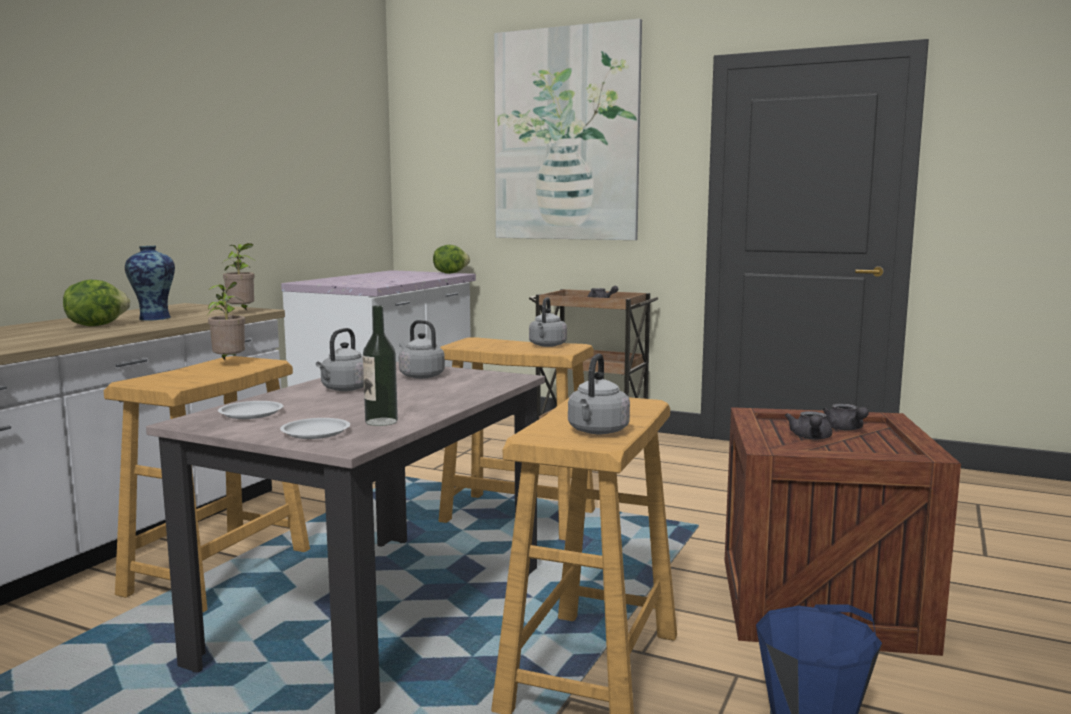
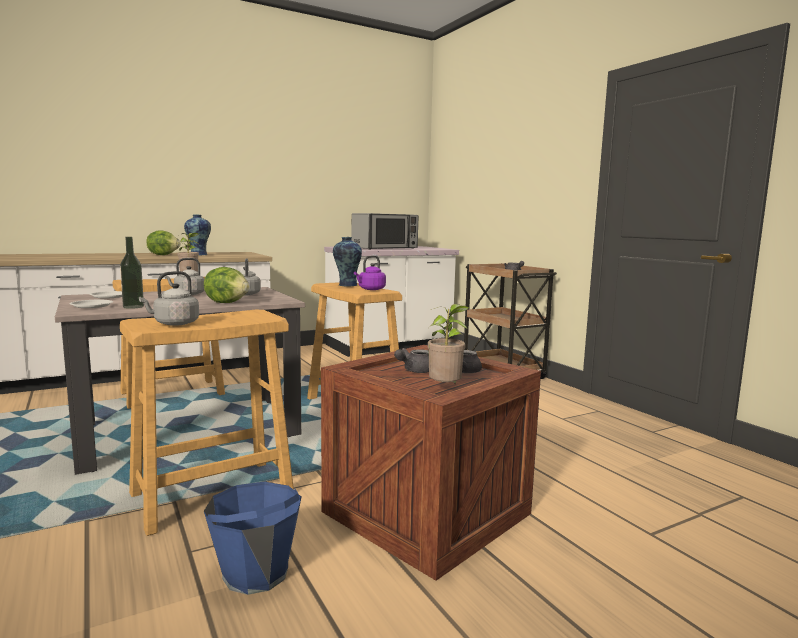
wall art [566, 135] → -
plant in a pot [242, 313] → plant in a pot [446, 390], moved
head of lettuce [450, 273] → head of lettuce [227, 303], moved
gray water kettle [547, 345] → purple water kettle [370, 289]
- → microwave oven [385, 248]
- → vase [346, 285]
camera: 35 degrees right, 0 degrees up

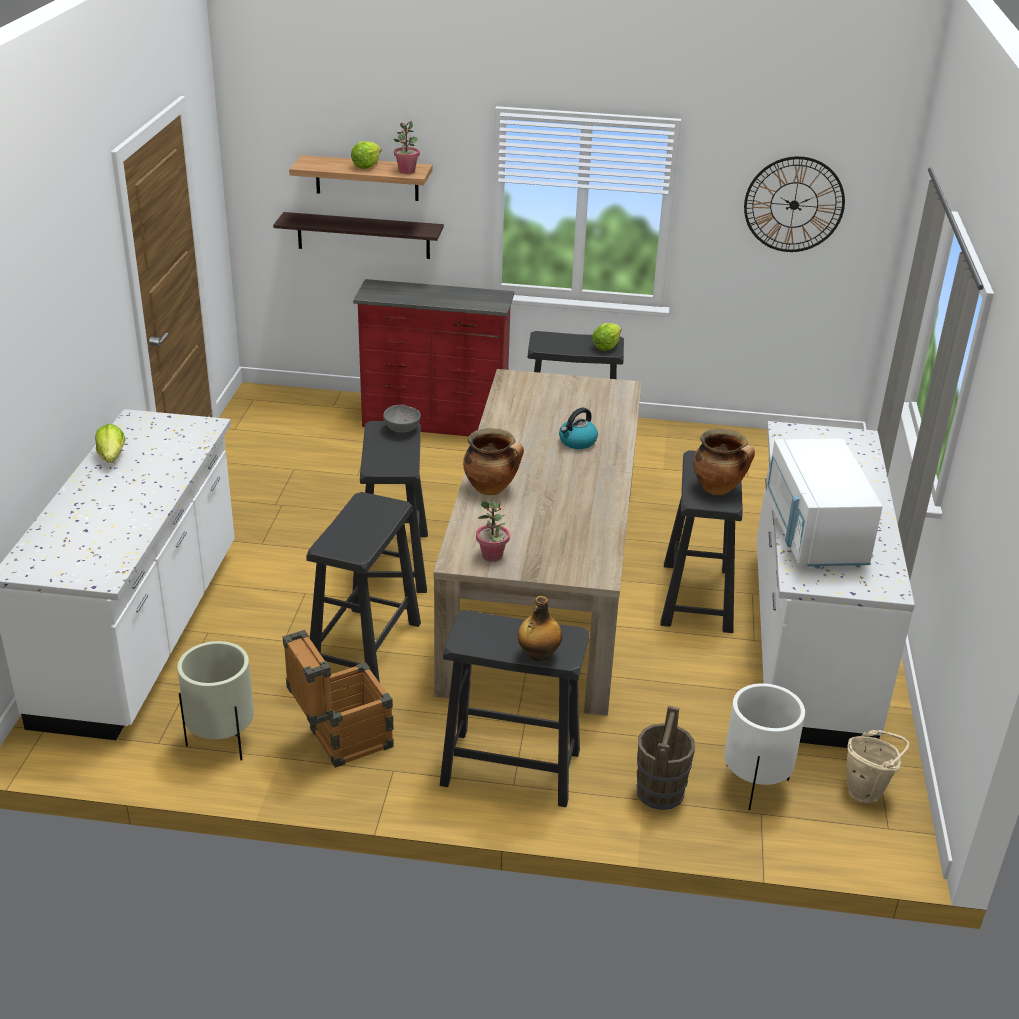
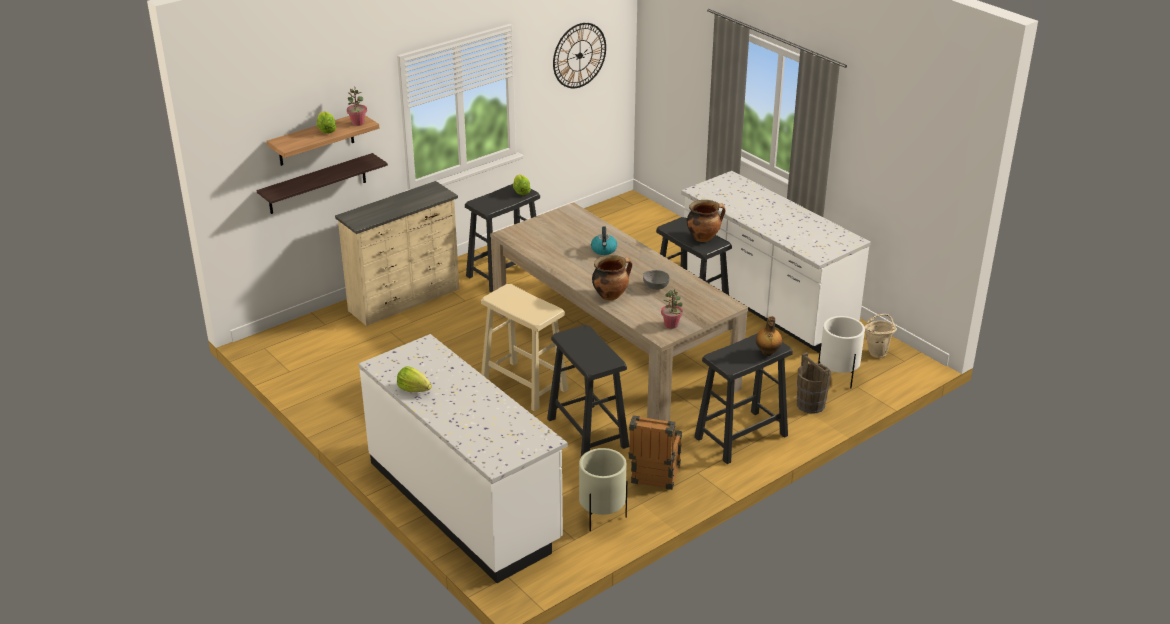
red chest of drawers [435, 423] → beige chest of drawers [406, 300]
gray serving bowl [402, 429] → gray serving bowl [655, 286], moved
black-coloured stool [393, 562] → beige stool [524, 385]
whitish microwave oven [814, 534] → -
camera: 45 degrees left, 0 degrees up

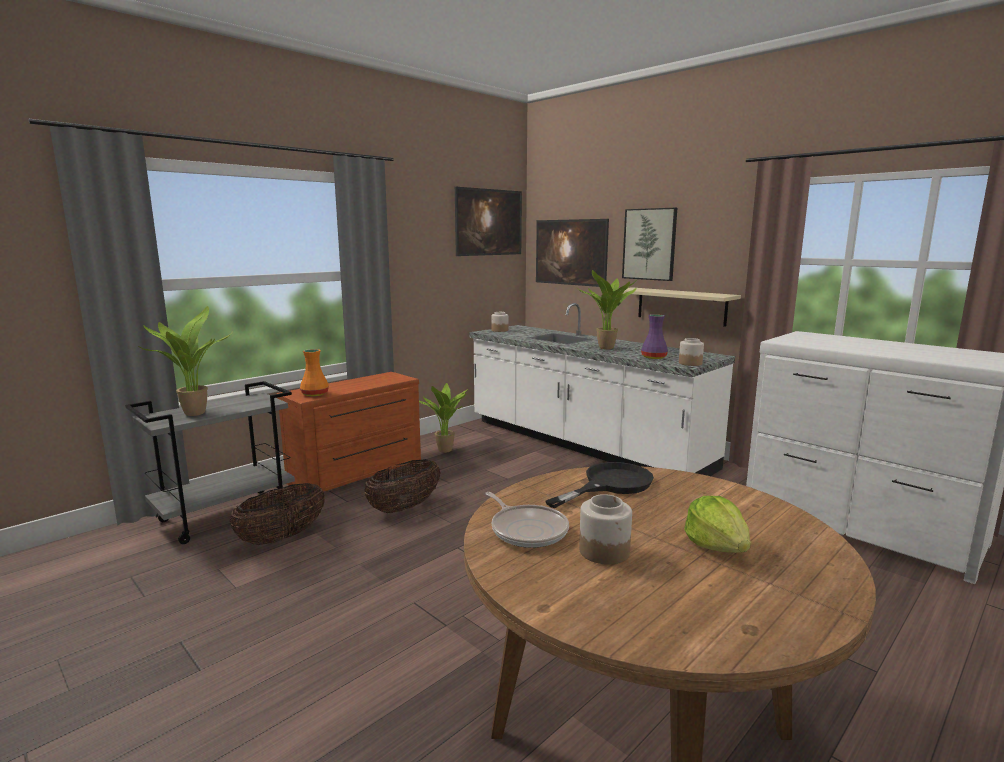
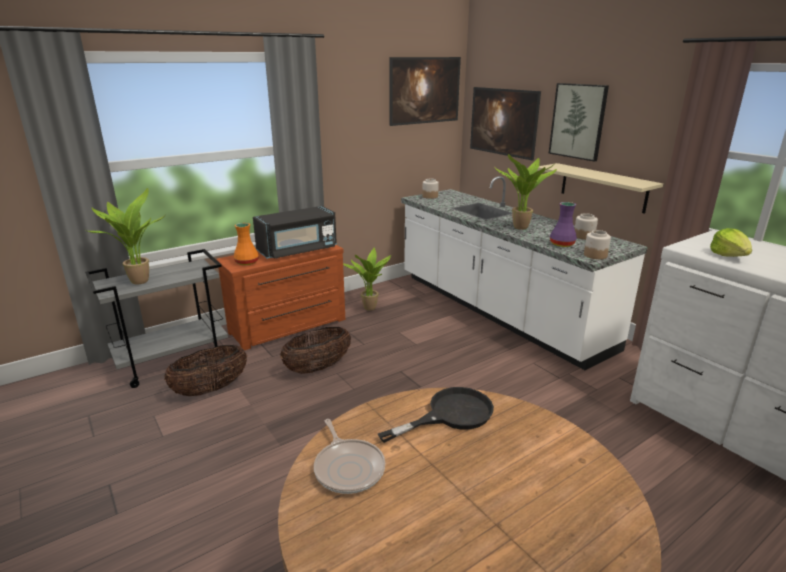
preserve jar [604, 551] → preserve jar [584, 236], moved
head of lettuce [717, 545] → head of lettuce [729, 255], moved
- → black-coloured microwave oven [298, 250]
camera: 10 degrees right, 10 degrees up

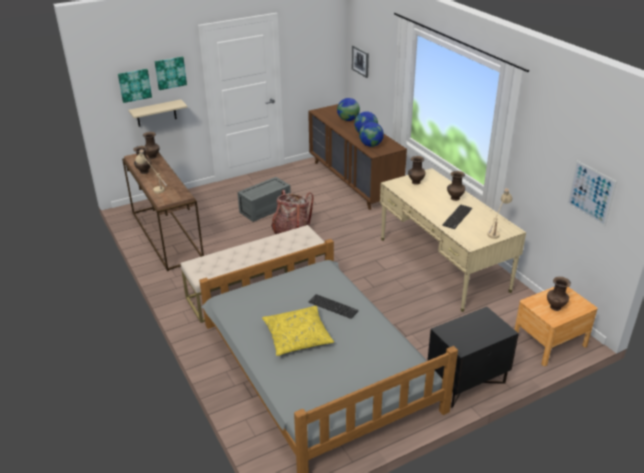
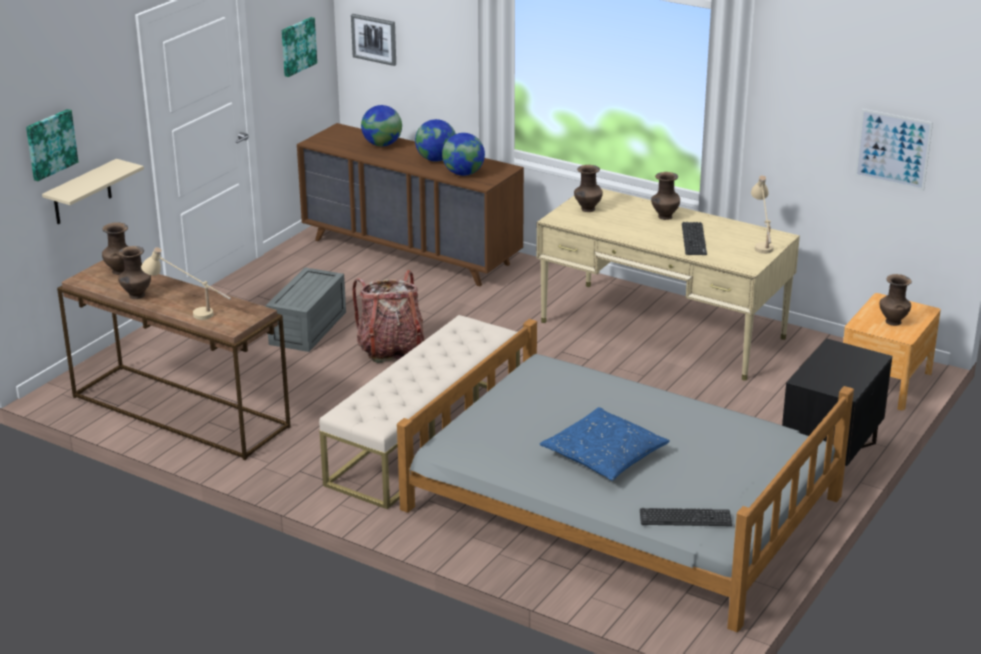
wall art [170, 72] → wall art [297, 46], moved
keyboard [333, 306] → keyboard [685, 518], moved
yellowish throw pillow [297, 336] → blue throw pillow [604, 455]
camera: 30 degrees left, 5 degrees down

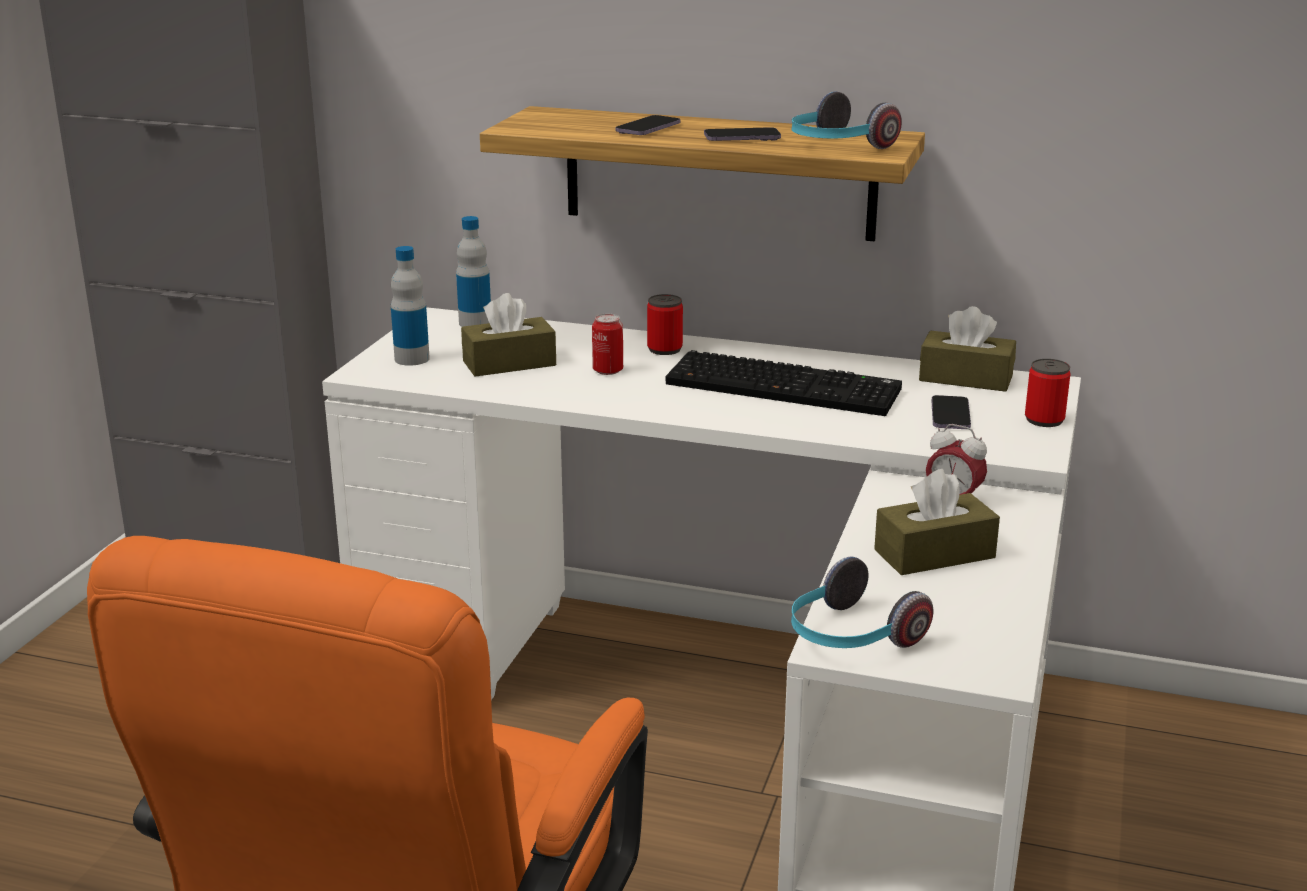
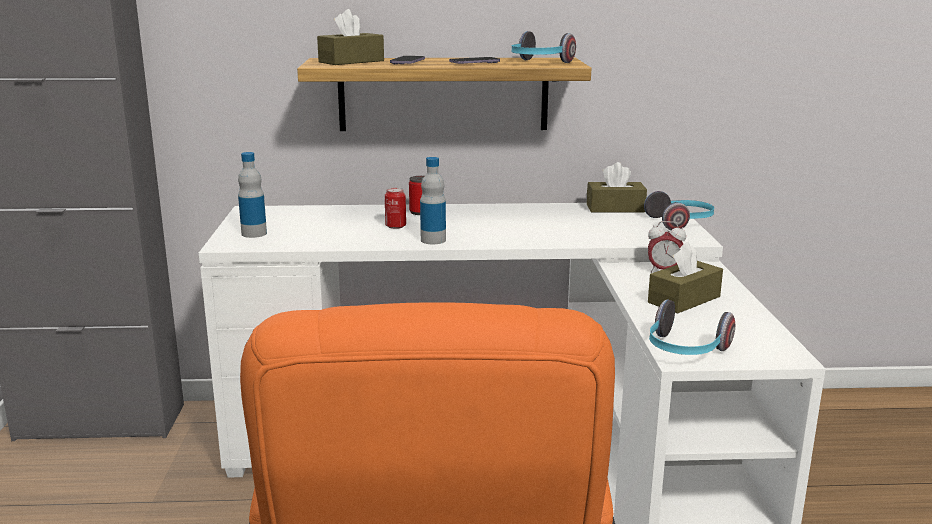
beverage bottle [475, 323] → beverage bottle [433, 240], moved
brownish tissue box [509, 363] → brownish tissue box [351, 61], moved
keyboard [786, 386] → -
can [1044, 420] → headphones [681, 223]
phone [950, 415] → -
camera: 20 degrees left, 5 degrees down

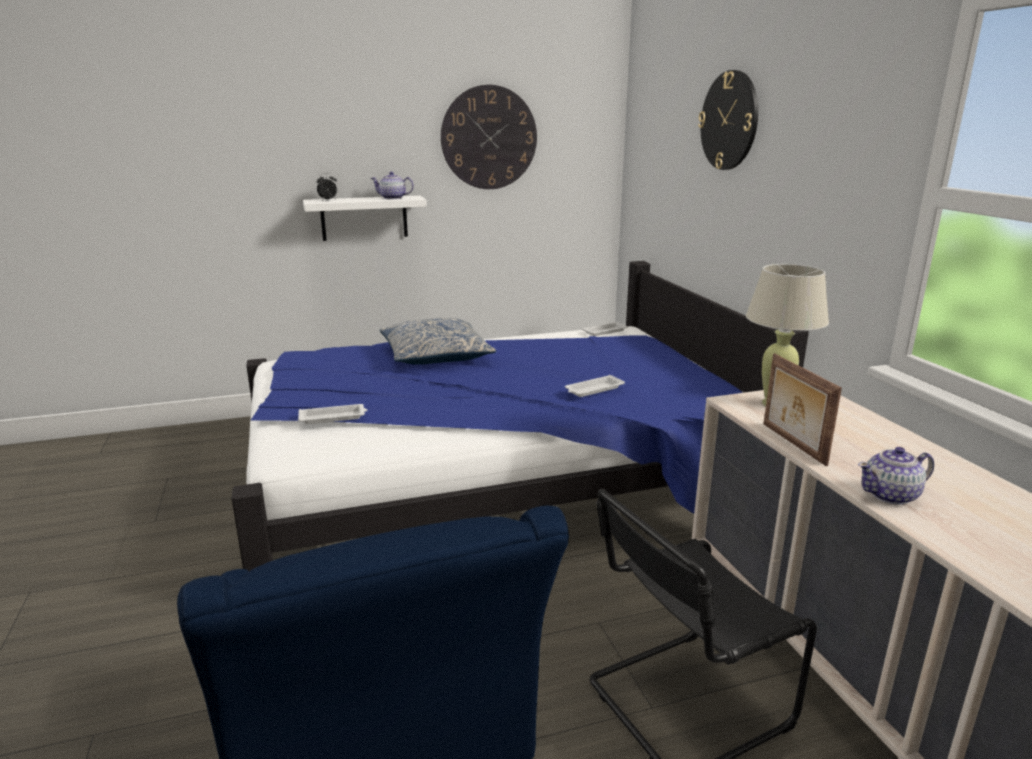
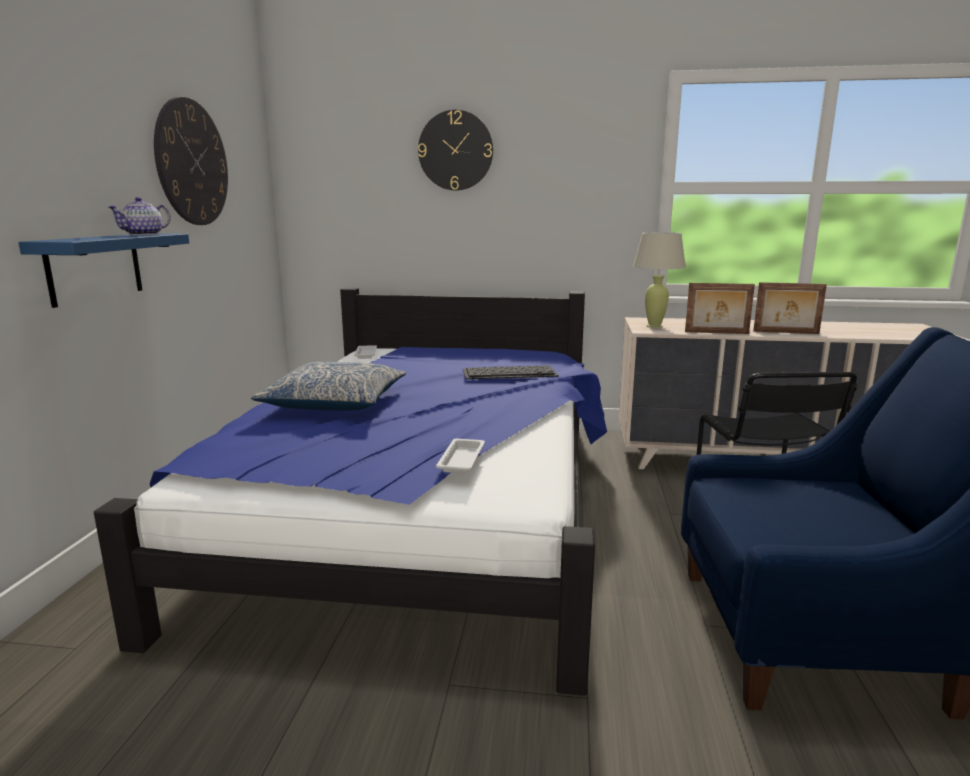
bedside clock [328, 200] → -
whitish bracket shelf [364, 218] → blue bracket shelf [95, 268]
whitish serving tray [593, 390] → keyboard [510, 372]
pot for tea [891, 495] → photo frame [786, 332]
camera: 65 degrees left, 5 degrees down

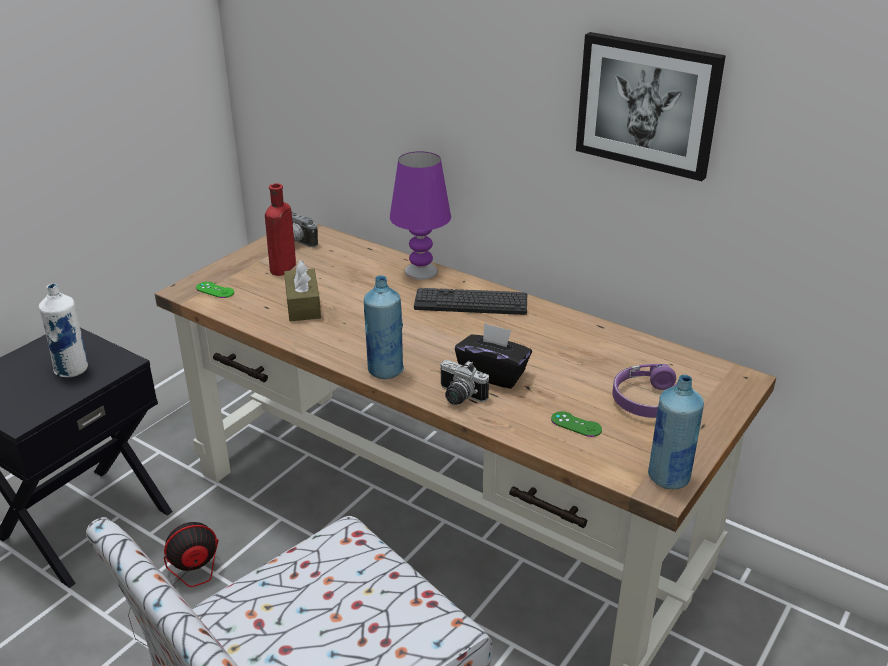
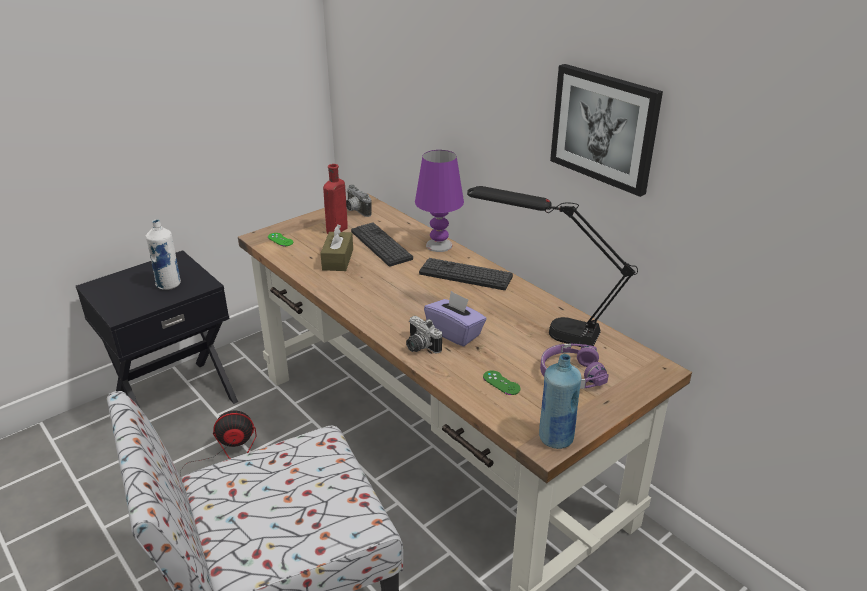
blue beverage bottle [385, 370] → -
black-coloured tissue box [493, 374] → purple tissue box [455, 333]
- → black-coloured lamp for a table [541, 327]
- → keyboard [381, 245]
camera: 15 degrees right, 0 degrees up

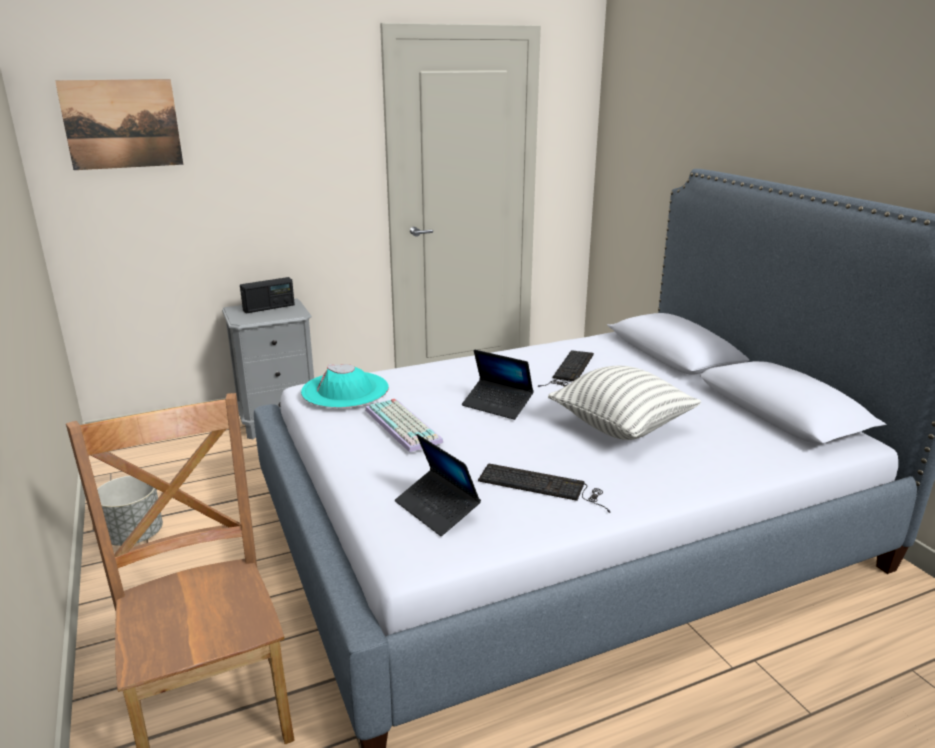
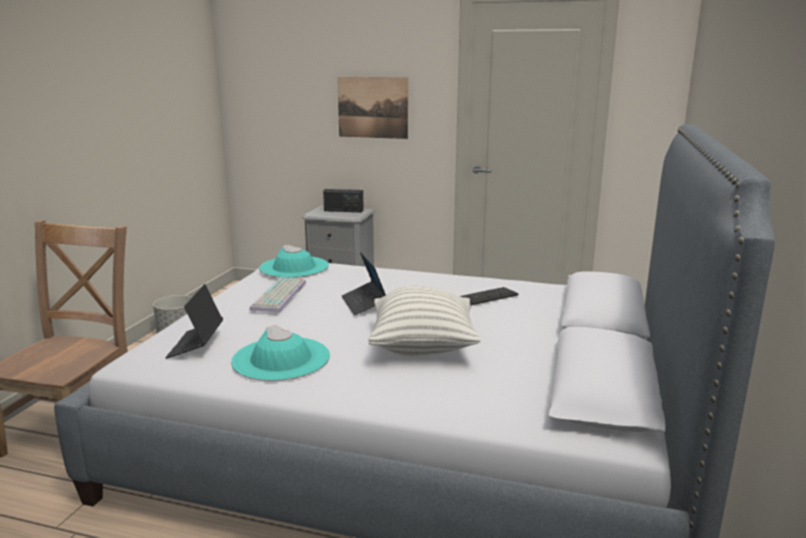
wall art [122, 124] → wall art [372, 107], moved
keyboard [543, 486] → turquoise-coloured wearable hat [281, 359]
camera: 40 degrees right, 5 degrees down

